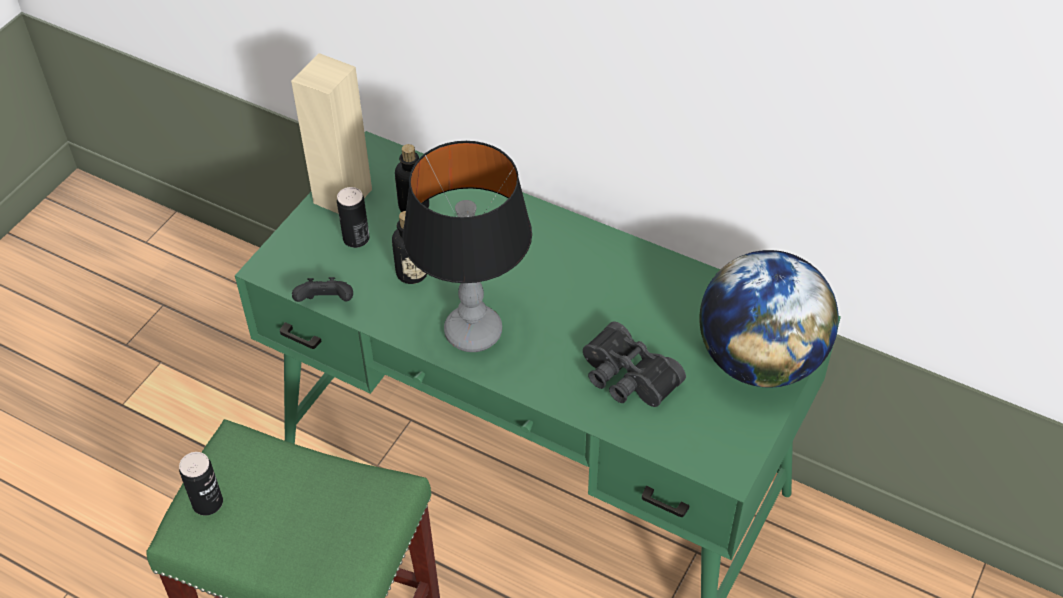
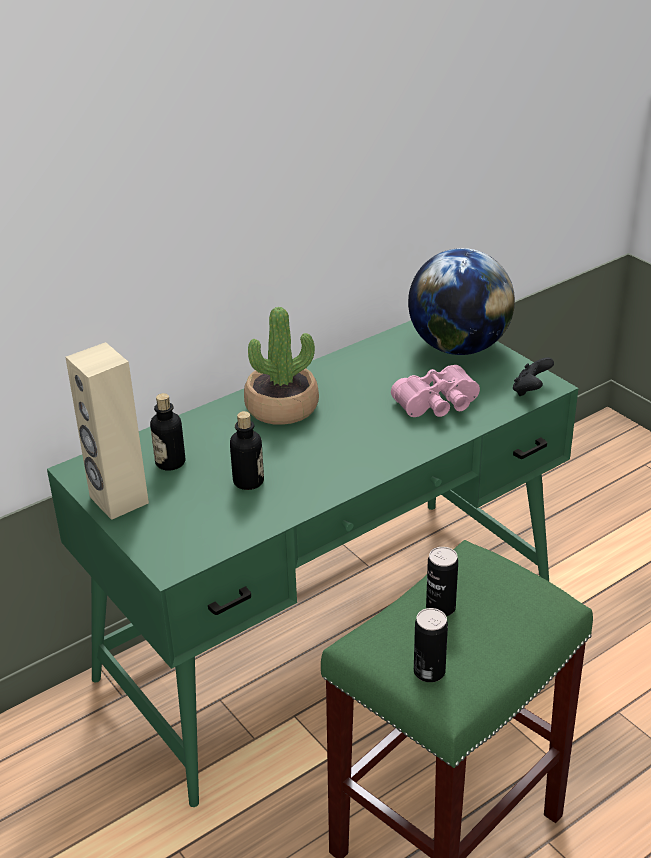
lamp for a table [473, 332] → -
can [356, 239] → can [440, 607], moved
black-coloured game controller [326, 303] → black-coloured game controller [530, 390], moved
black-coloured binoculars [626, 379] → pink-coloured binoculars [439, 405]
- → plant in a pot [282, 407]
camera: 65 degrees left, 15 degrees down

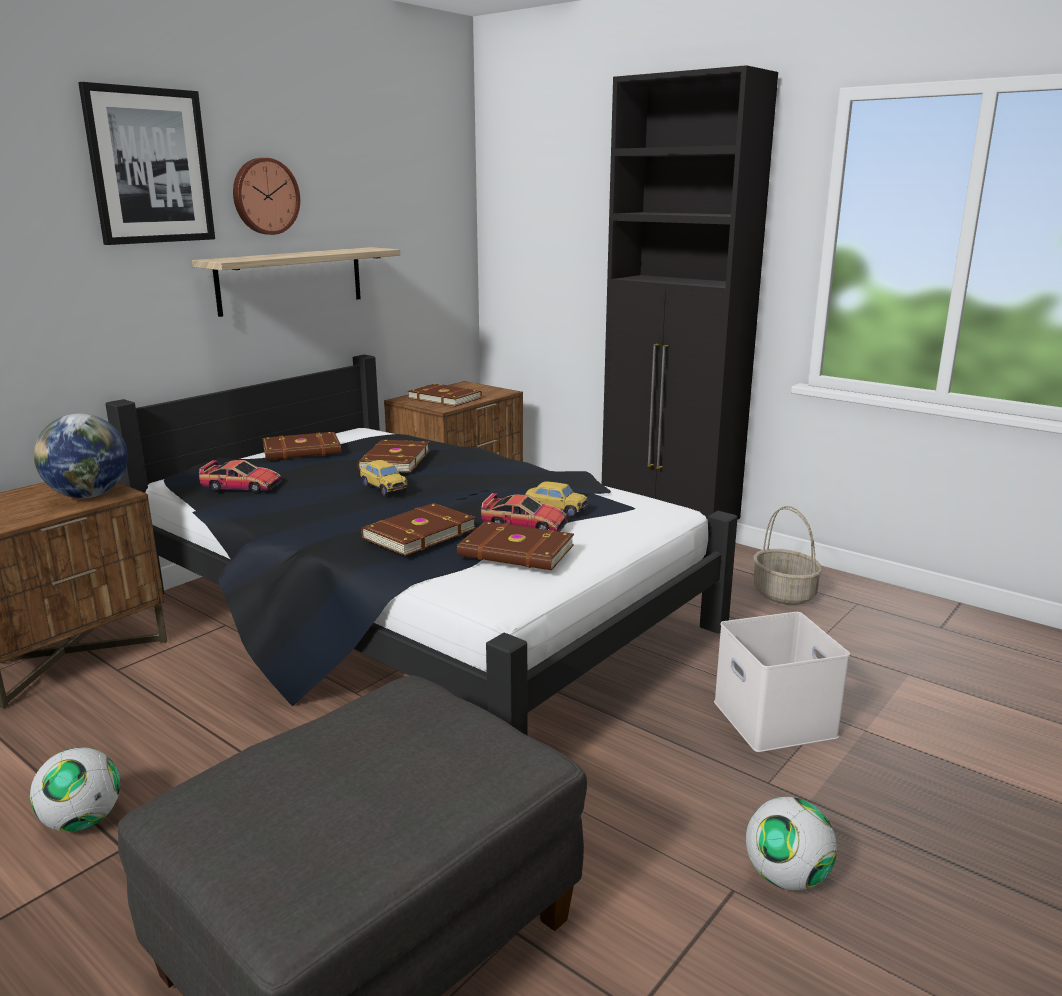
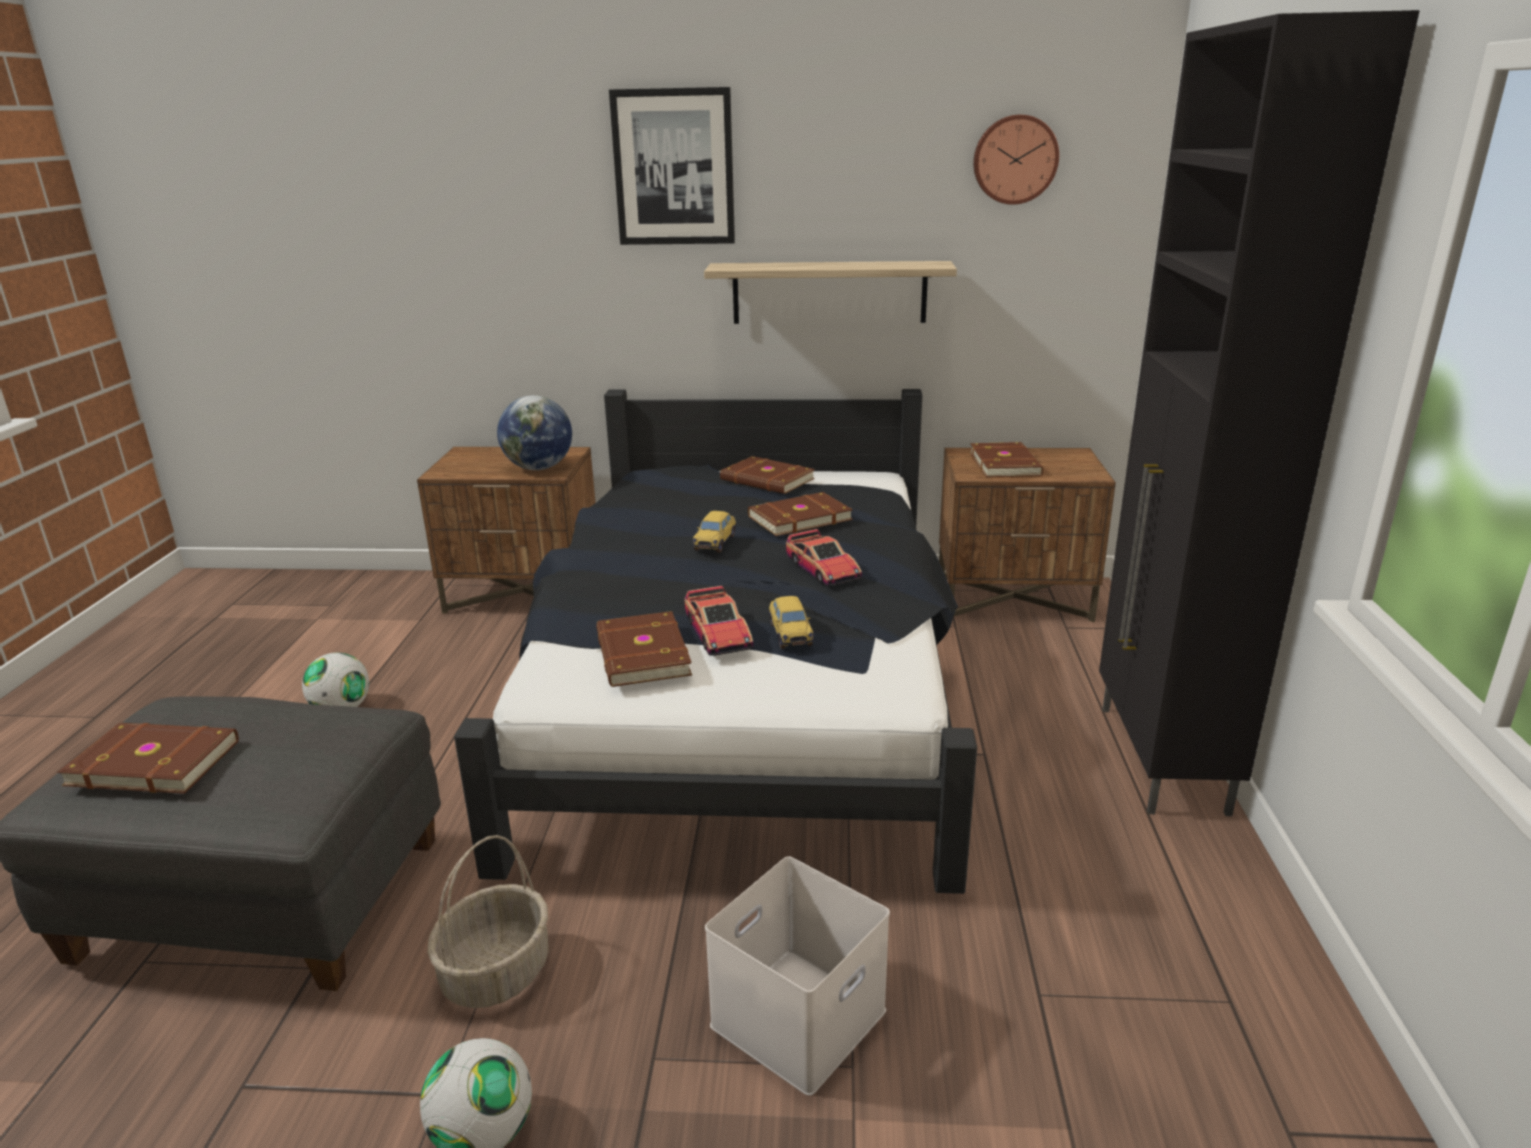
clock on the wall [264, 196] → clock on the wall [1015, 159], moved
toy car [242, 486] → toy car [823, 569], moved
brownish bound book [417, 533] → brownish bound book [154, 761], moved
basket [784, 594] → basket [496, 974], moved
camera: 55 degrees right, 5 degrees up

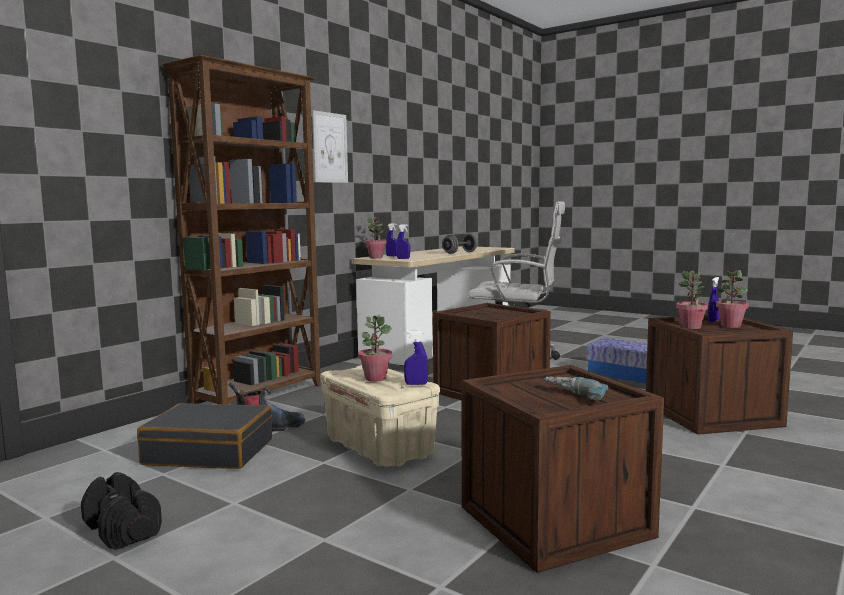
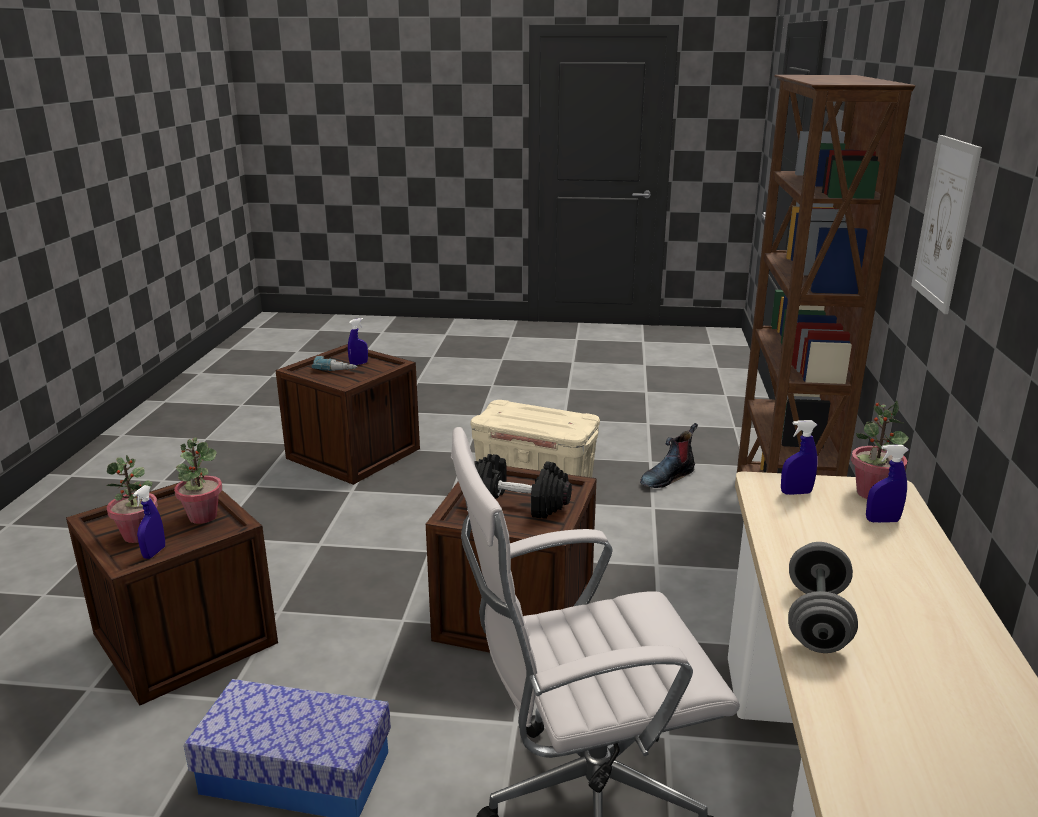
plant in a pot [375, 378] → -
blue sprayer [416, 384] → blue sprayer [358, 364], moved
black-coloured travel case [209, 452] → -
black-coloured free weight [121, 530] → black-coloured free weight [518, 504], moved
camera: 150 degrees right, 15 degrees up

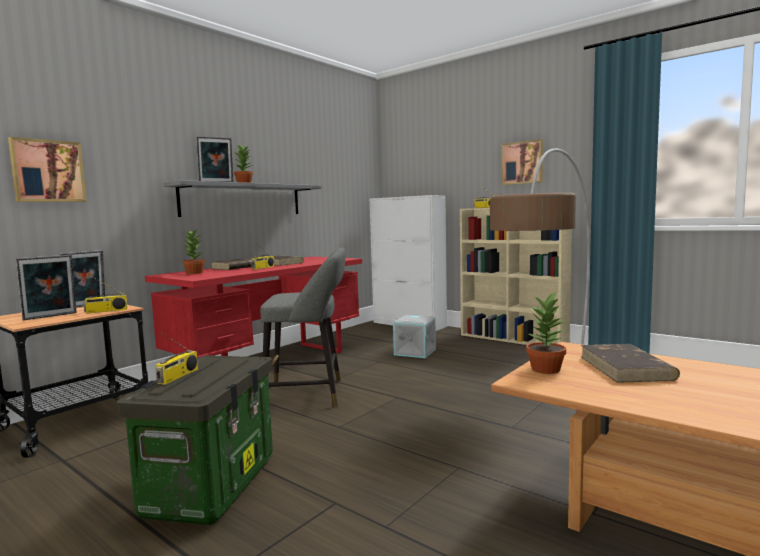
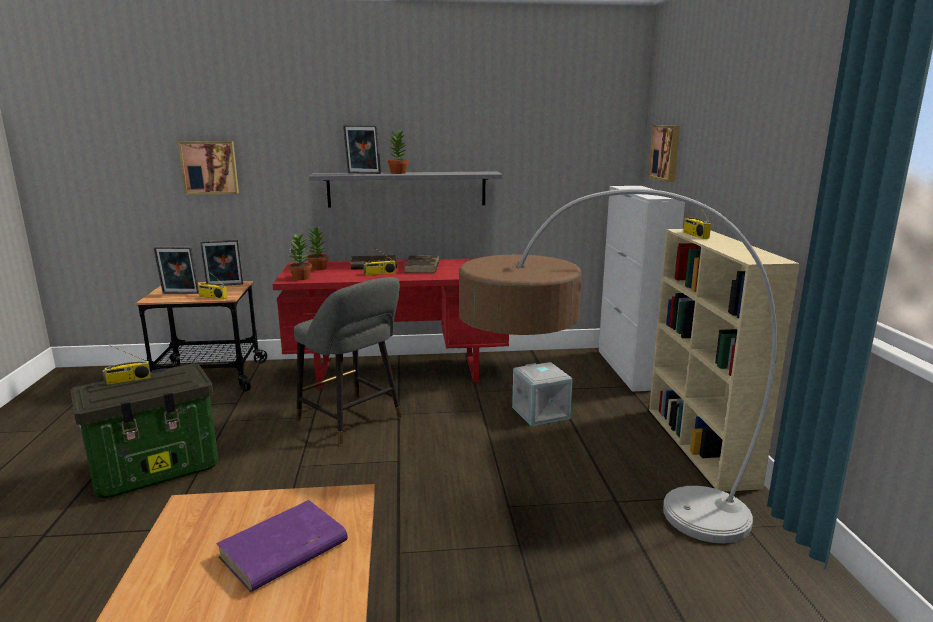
wall art [522, 163] → wall art [666, 152], moved
plant in a pot [546, 369] → plant in a pot [301, 278], moved
brownish bound book [626, 368] → purple bound book [283, 550]
camera: 45 degrees right, 10 degrees up

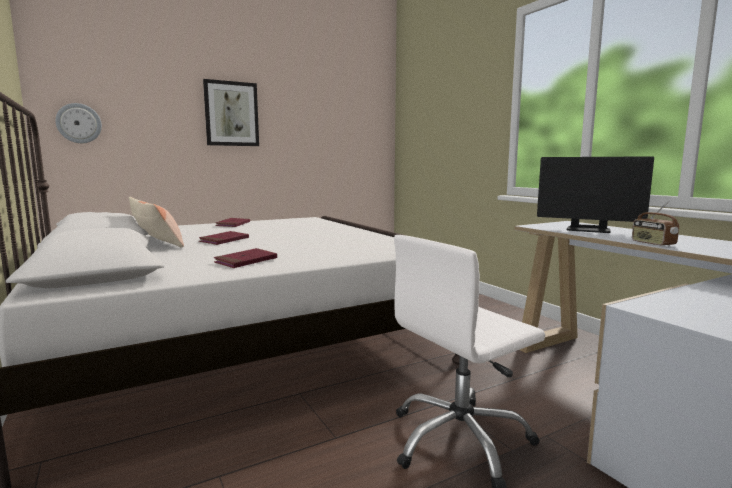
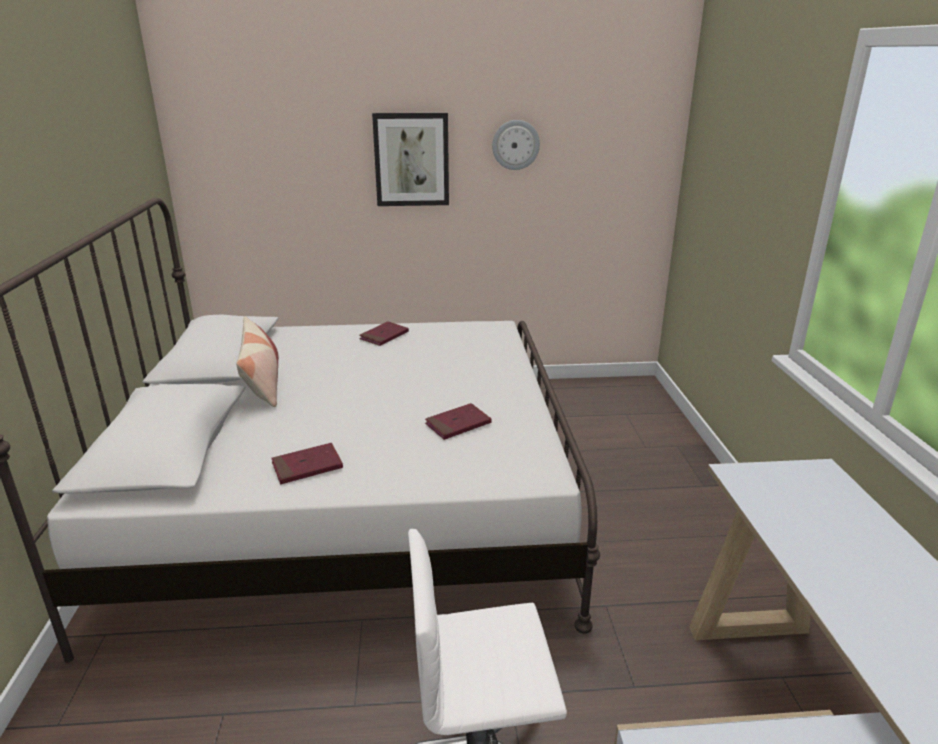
clock on the wall [79, 123] → clock on the wall [515, 145], moved
monitor [588, 230] → -
radio receiver [652, 243] → -
red bound book [224, 240] → red bound book [458, 424], moved
camera: 25 degrees right, 15 degrees up

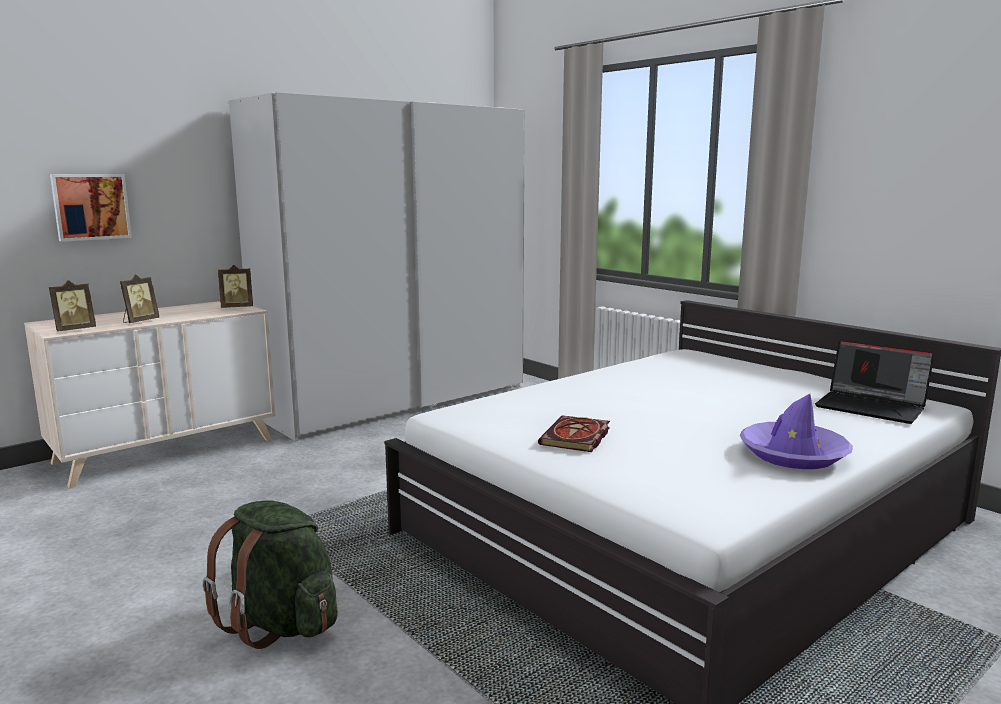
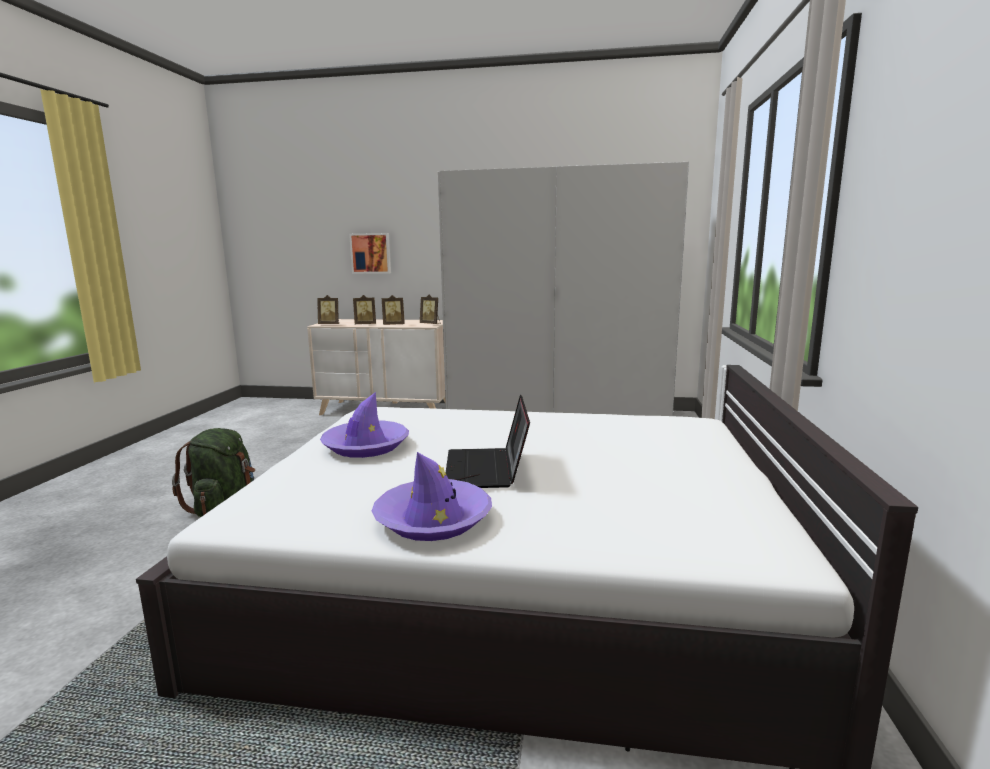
laptop [872, 407] → laptop [487, 470], moved
bound book [576, 438] → purple wearable hat [366, 446]
- → photo frame [393, 325]
camera: 50 degrees right, 0 degrees up

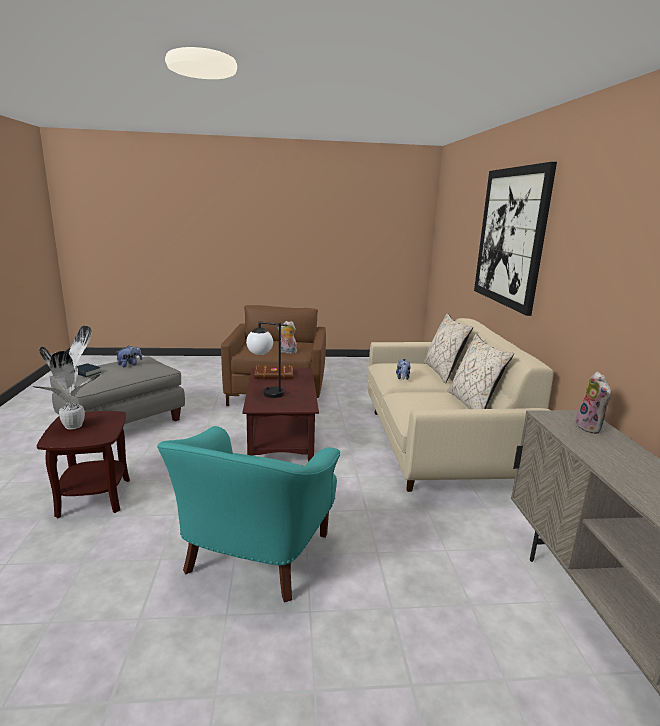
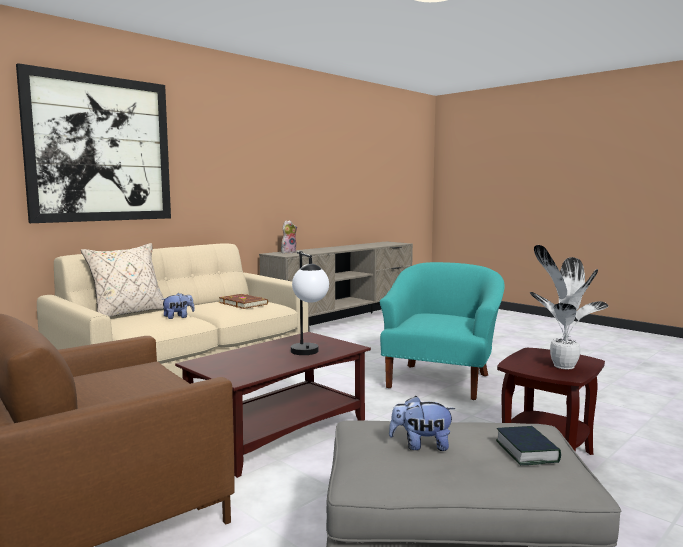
soft toy [287, 352] → -
beige throw pillow [473, 405] → -
brownish bound book [274, 374] → brownish bound book [243, 303], moved
turquoise-coloured easy chair [254, 557] → turquoise-coloured easy chair [441, 380], 45 degrees counterclockwise
camera: 130 degrees left, 10 degrees down

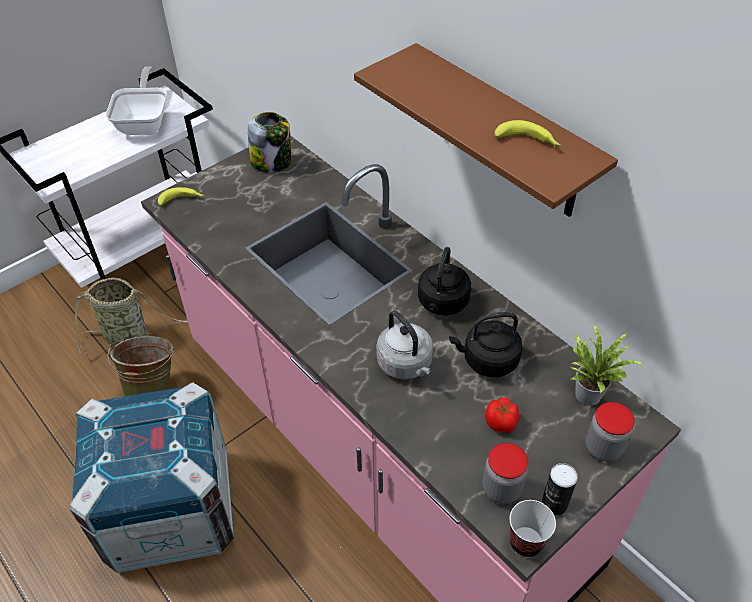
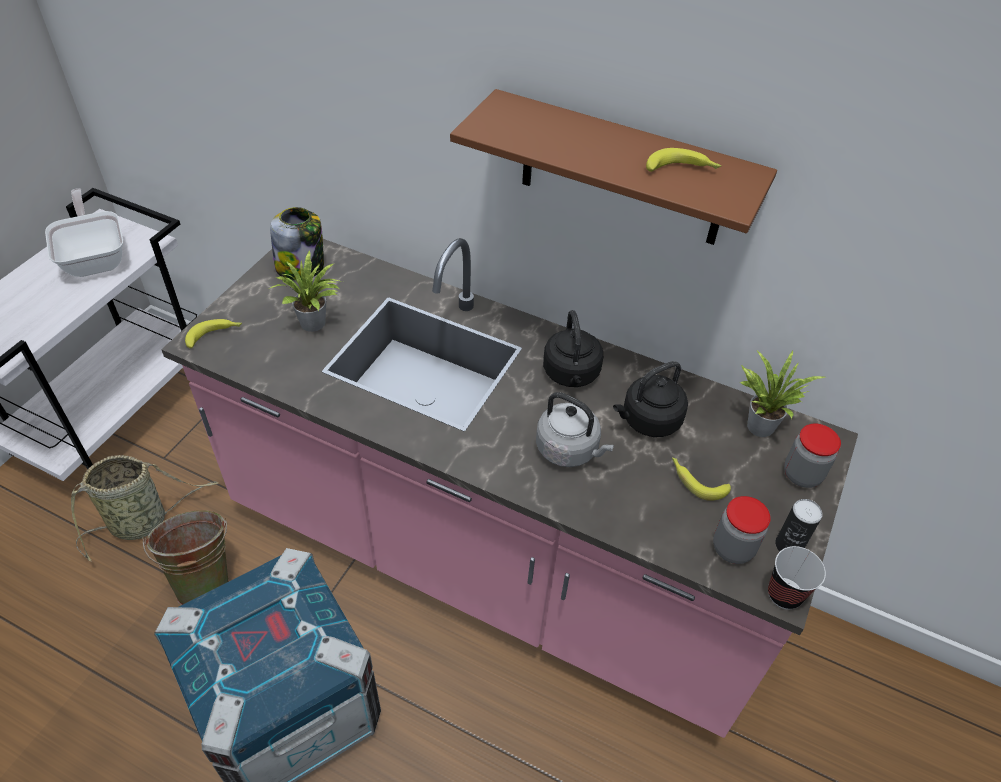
fresh tomato [501, 423] → banana fruit [696, 481]
- → plant in a pot [315, 324]
camera: 25 degrees left, 0 degrees up

